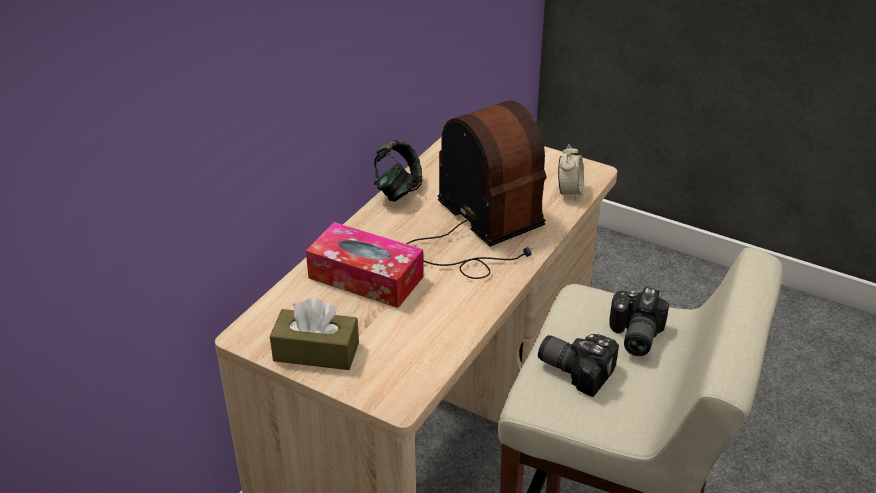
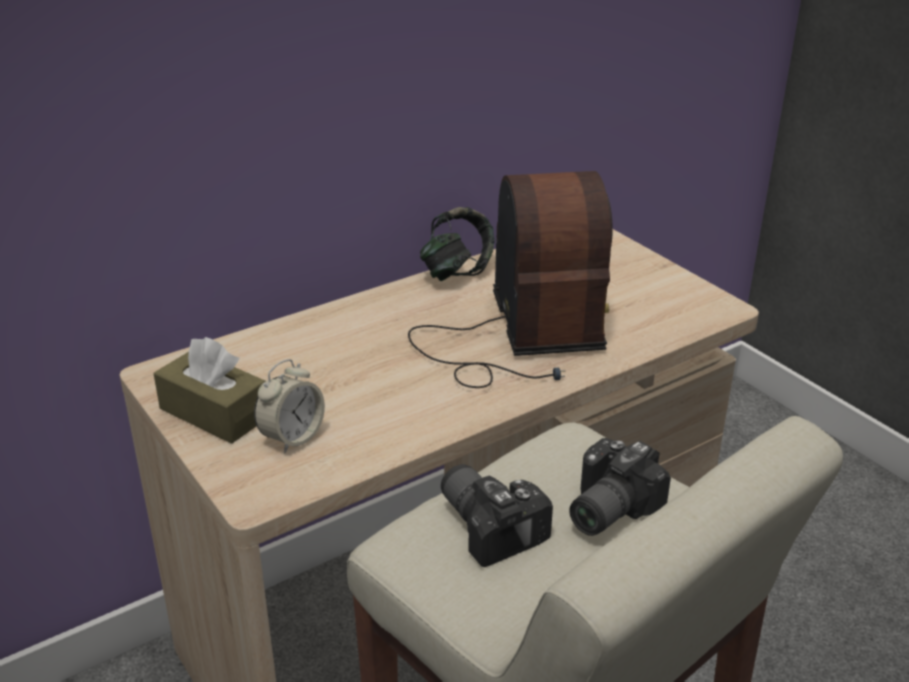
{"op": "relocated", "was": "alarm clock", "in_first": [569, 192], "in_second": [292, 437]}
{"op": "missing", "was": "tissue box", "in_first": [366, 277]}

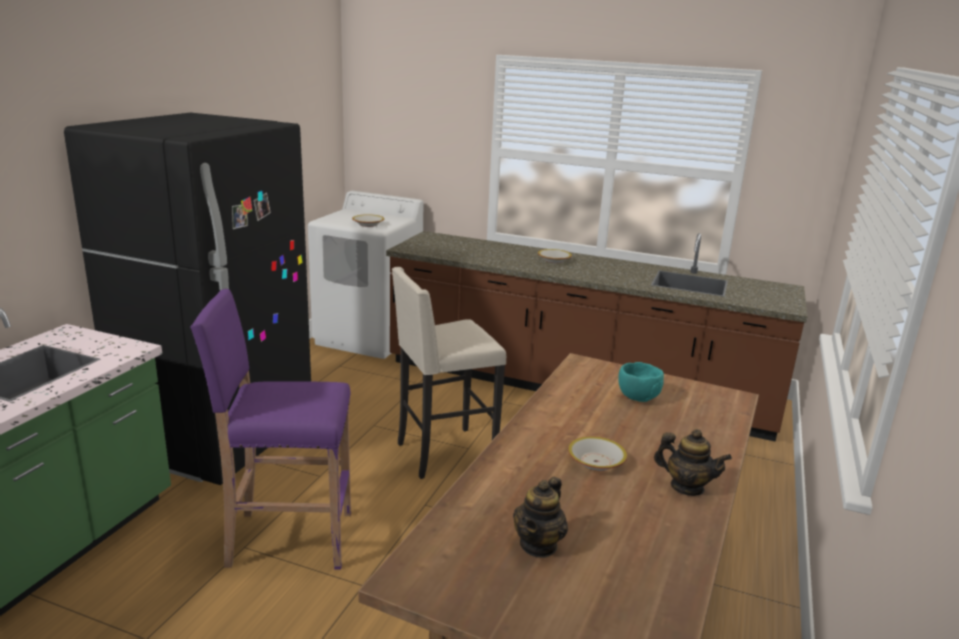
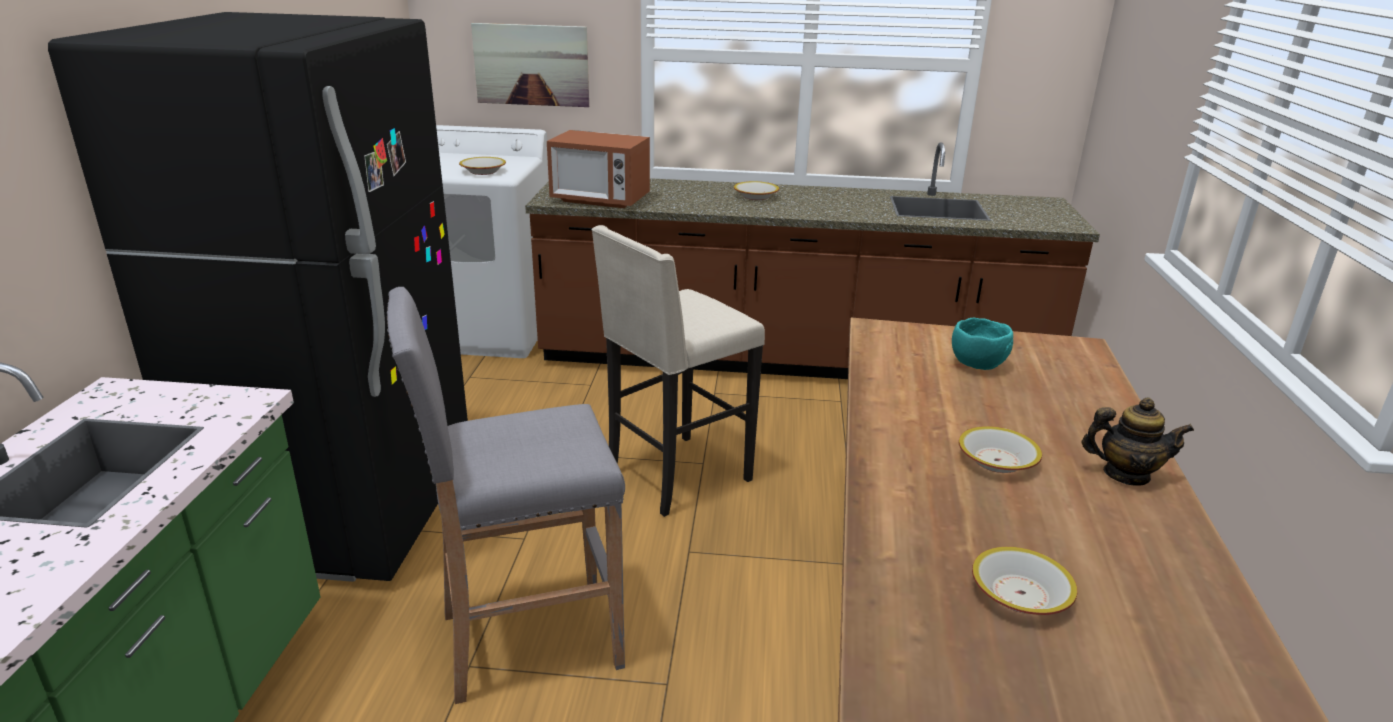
{"op": "colour", "was": "purple stool", "now": "grey stool", "in_first": [287, 539], "in_second": [526, 640]}
{"op": "appeared", "now": "picture", "in_second": [531, 65]}
{"op": "appeared", "now": "microwave", "in_second": [600, 200]}
{"op": "exchanged", "was": "teapot", "now": "bowl", "in_first": [539, 545], "in_second": [1020, 594]}

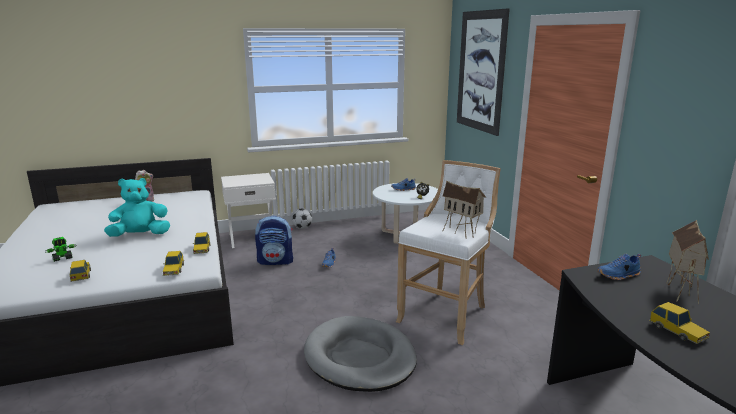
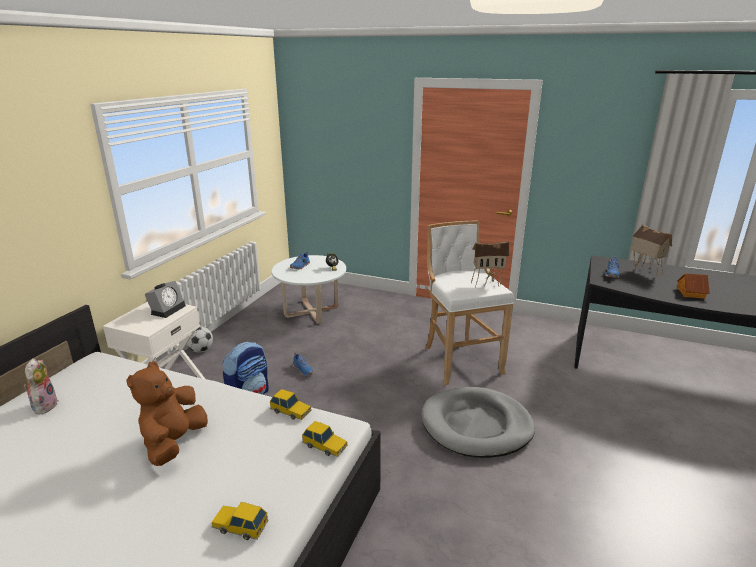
{"op": "colour", "was": "turquoise plush toy", "now": "brown plush toy", "in_first": [140, 235], "in_second": [174, 443]}
{"op": "appeared", "now": "alarm clock", "in_second": [168, 309]}
{"op": "exchanged", "was": "toy car", "now": "toy house", "in_first": [677, 331], "in_second": [690, 293]}
{"op": "missing", "was": "toy robot", "in_first": [63, 258]}
{"op": "missing", "was": "picture", "in_first": [480, 71]}

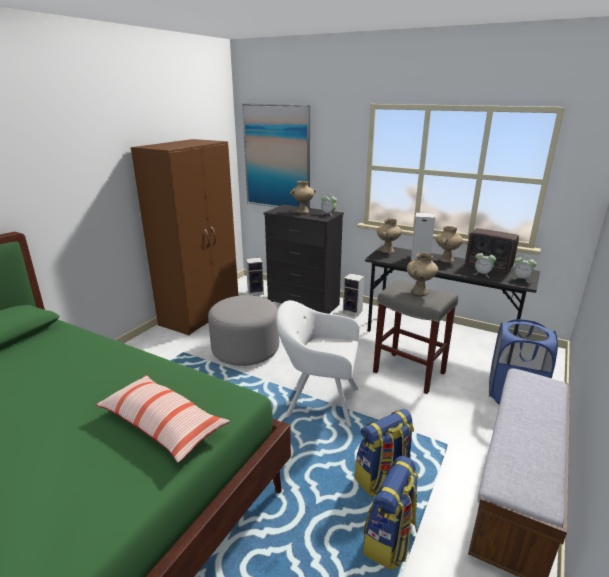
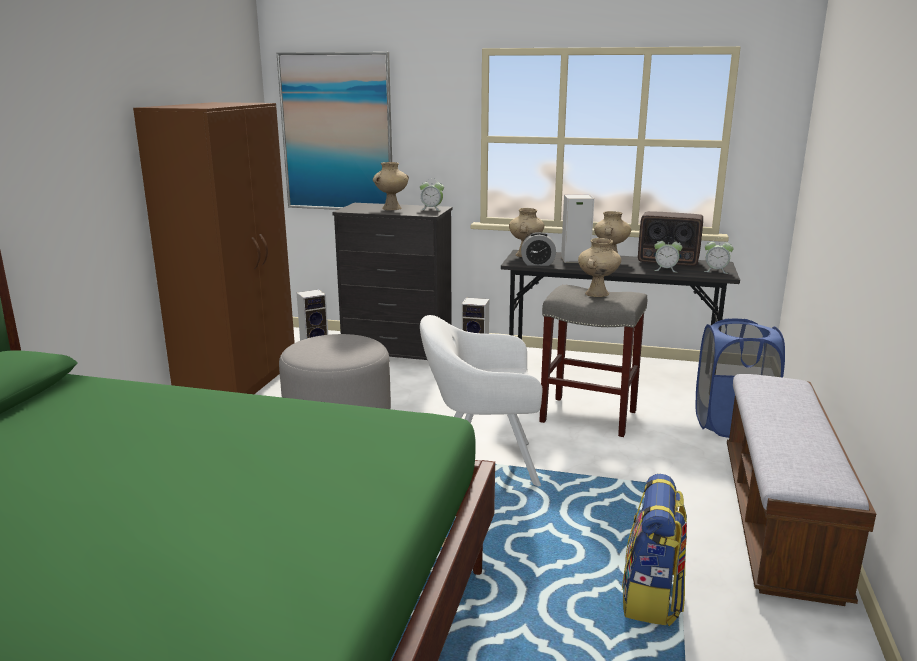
{"op": "appeared", "now": "alarm clock", "in_second": [537, 264]}
{"op": "missing", "was": "pillow", "in_first": [162, 425]}
{"op": "missing", "was": "backpack", "in_first": [382, 479]}

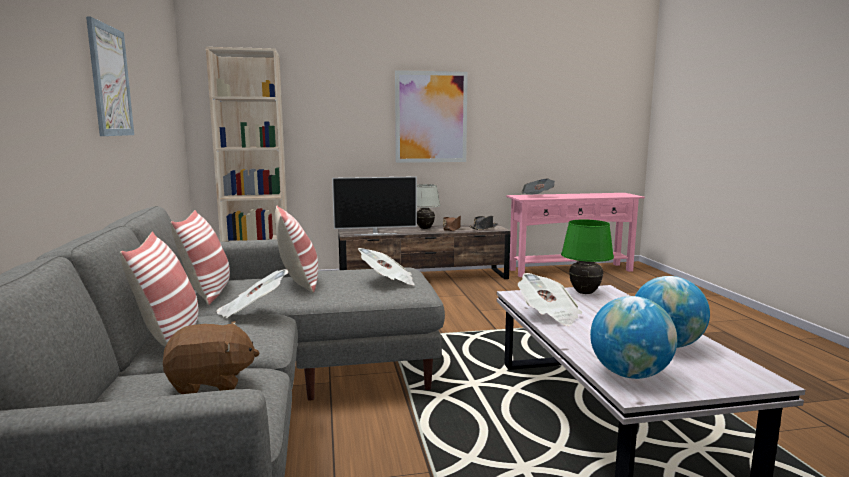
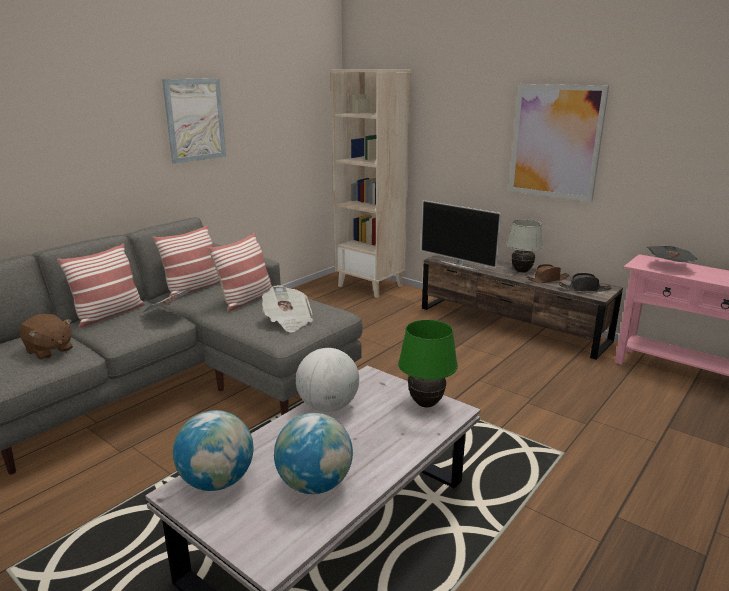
{"op": "exchanged", "was": "newspaper", "now": "globe", "in_first": [549, 315], "in_second": [328, 407]}

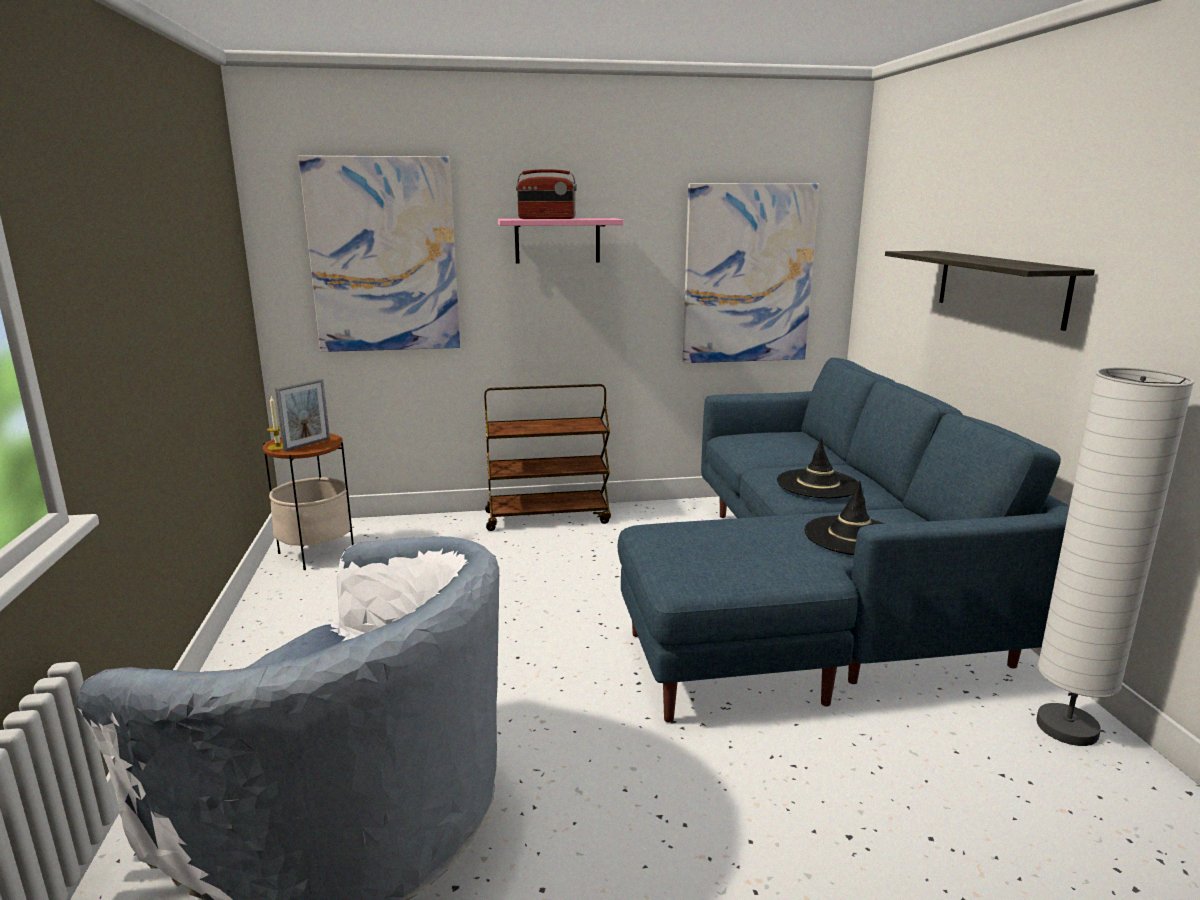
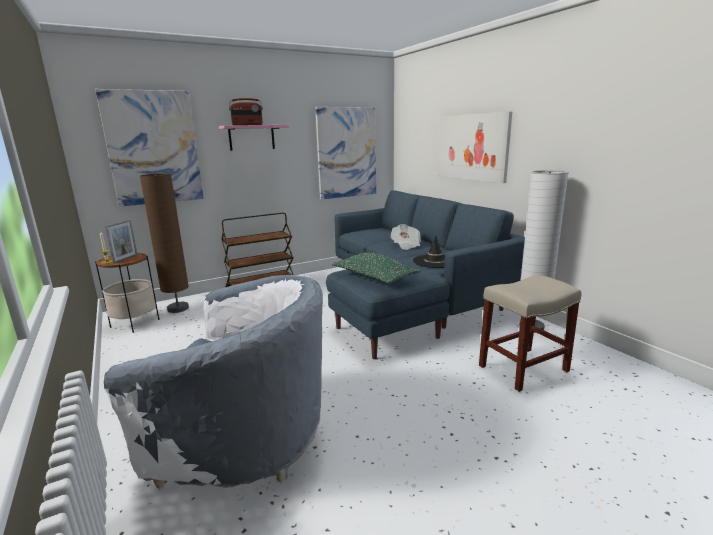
{"op": "appeared", "now": "brown floor lamp", "in_second": [178, 308]}
{"op": "appeared", "now": "green pillow", "in_second": [375, 277]}
{"op": "exchanged", "was": "black hat", "now": "newspaper", "in_first": [818, 484], "in_second": [405, 245]}
{"op": "exchanged", "was": "shelf", "now": "picture", "in_first": [1000, 287], "in_second": [472, 147]}
{"op": "appeared", "now": "beige stool", "in_second": [522, 369]}

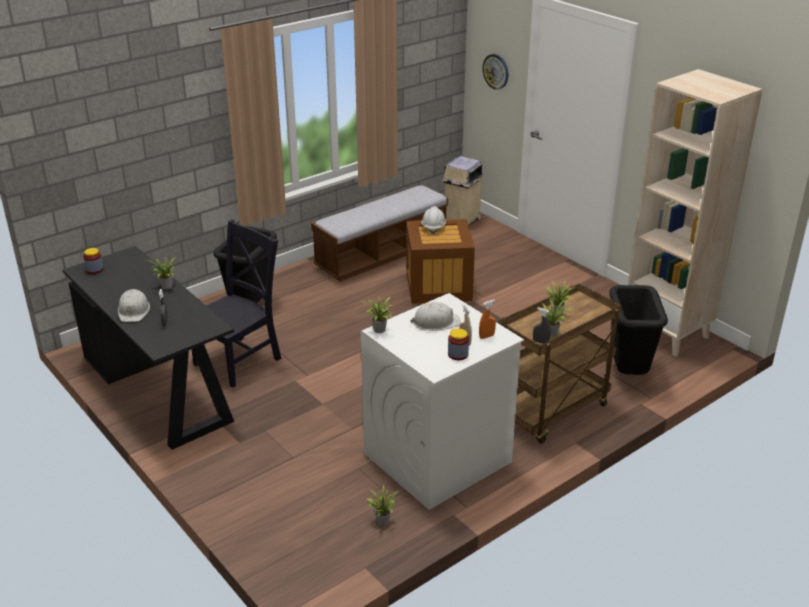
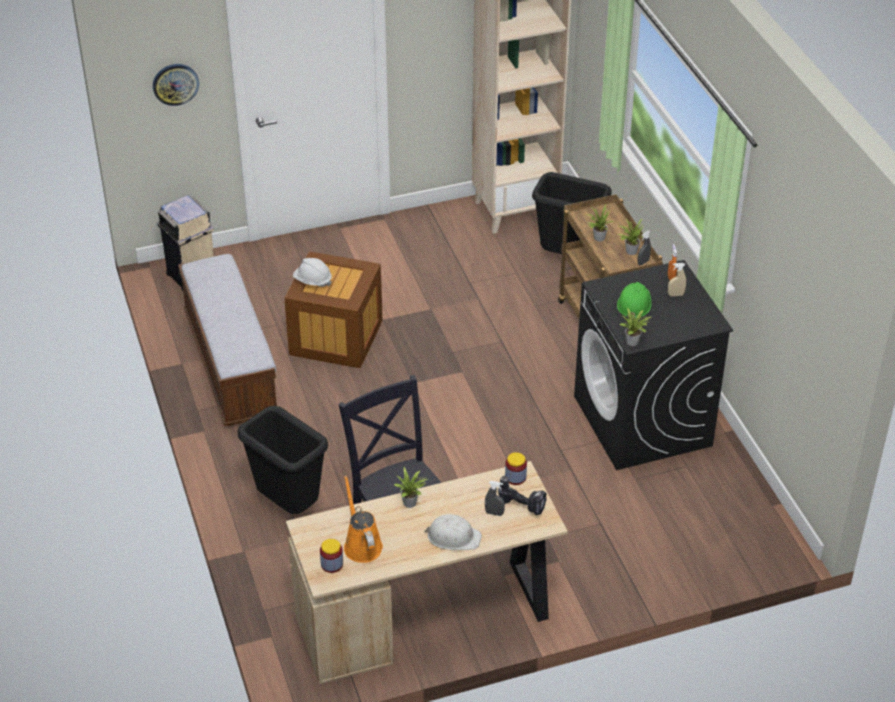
{"op": "colour", "was": "black desk", "now": "beige desk", "in_first": [158, 389], "in_second": [427, 617]}
{"op": "appeared", "now": "orange watering can", "in_second": [361, 544]}
{"op": "appeared", "now": "power drill", "in_second": [523, 505]}
{"op": "relocated", "was": "jar", "in_first": [458, 354], "in_second": [515, 477]}
{"op": "colour", "was": "white washing machine", "now": "black washing machine", "in_first": [437, 458], "in_second": [643, 421]}
{"op": "colour", "was": "white hard hat", "now": "green hard hat", "in_first": [435, 322], "in_second": [634, 303]}
{"op": "missing", "was": "potted plant", "in_first": [382, 520]}

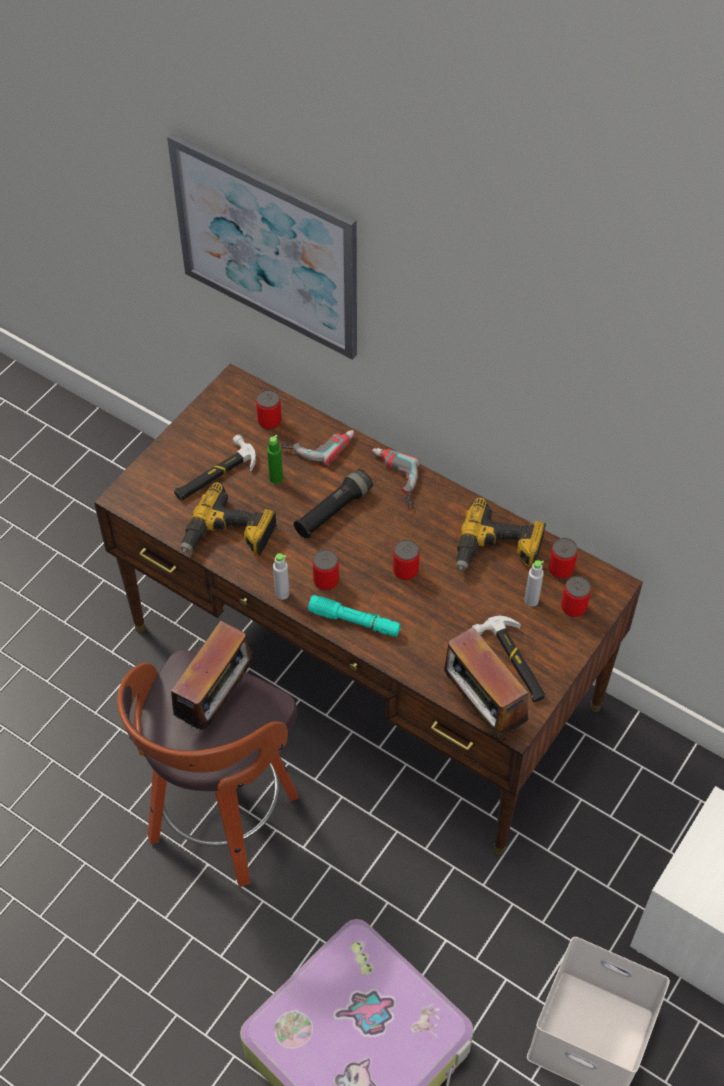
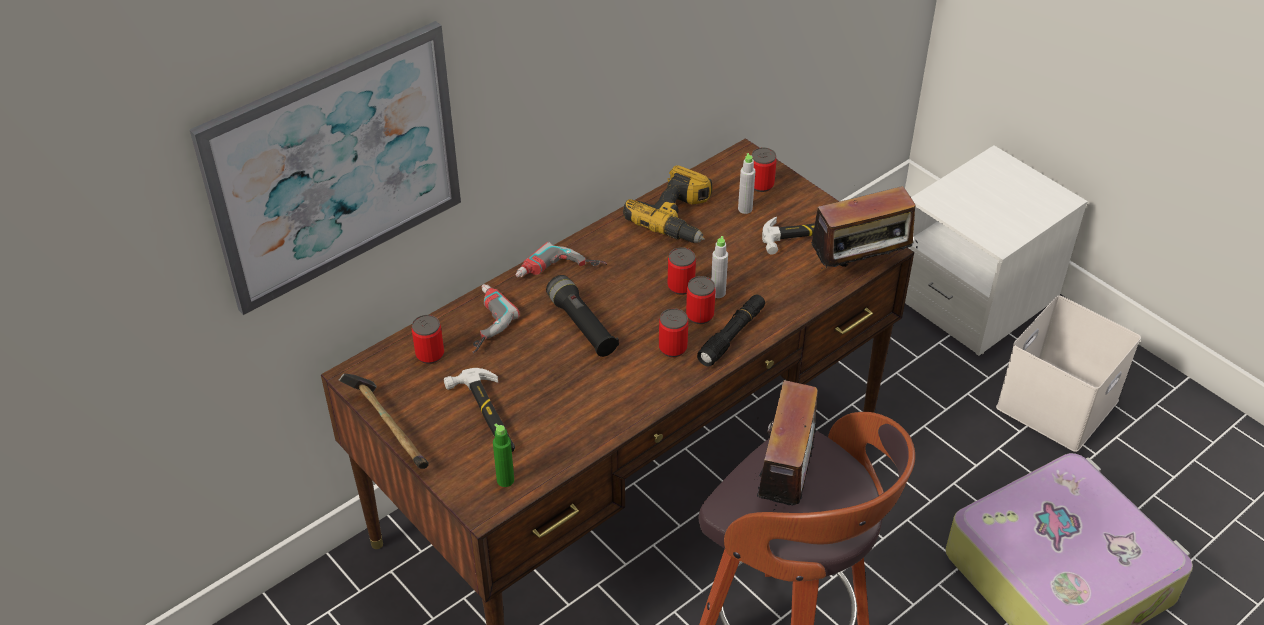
{"op": "appeared", "now": "hammer", "in_second": [389, 429]}
{"op": "relocated", "was": "green bottle", "in_first": [276, 478], "in_second": [505, 480]}
{"op": "relocated", "was": "can", "in_first": [561, 569], "in_second": [700, 315]}
{"op": "colour", "was": "turquoise flashlight", "now": "black flashlight", "in_first": [354, 621], "in_second": [732, 336]}
{"op": "relocated", "was": "grey bottle", "in_first": [282, 593], "in_second": [718, 293]}
{"op": "spun", "was": "radio", "in_first": [217, 700], "in_second": [786, 480], "clockwise": 60}
{"op": "missing", "was": "power drill", "in_first": [229, 536]}

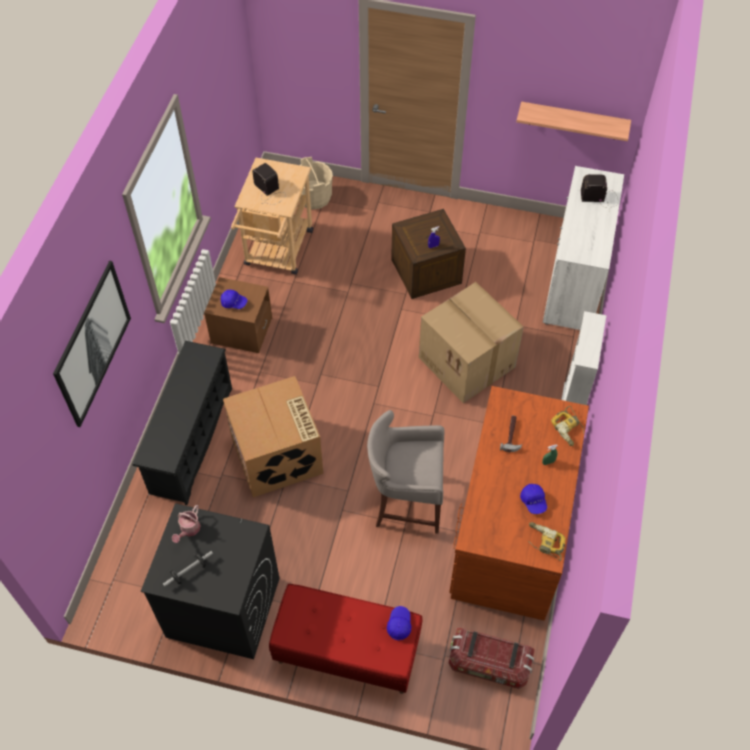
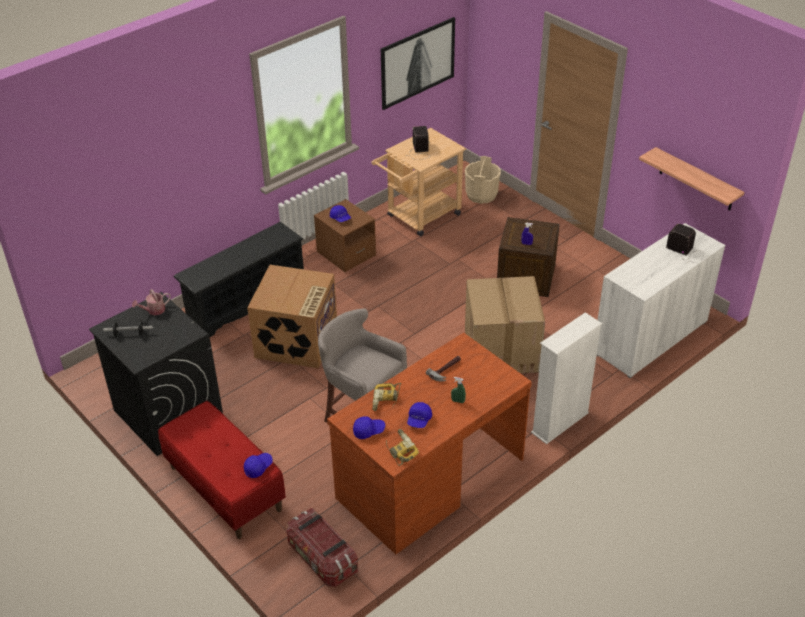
{"op": "appeared", "now": "blue cap", "in_second": [368, 431]}
{"op": "relocated", "was": "power drill", "in_first": [568, 428], "in_second": [386, 400]}
{"op": "relocated", "was": "picture", "in_first": [93, 343], "in_second": [417, 62]}

